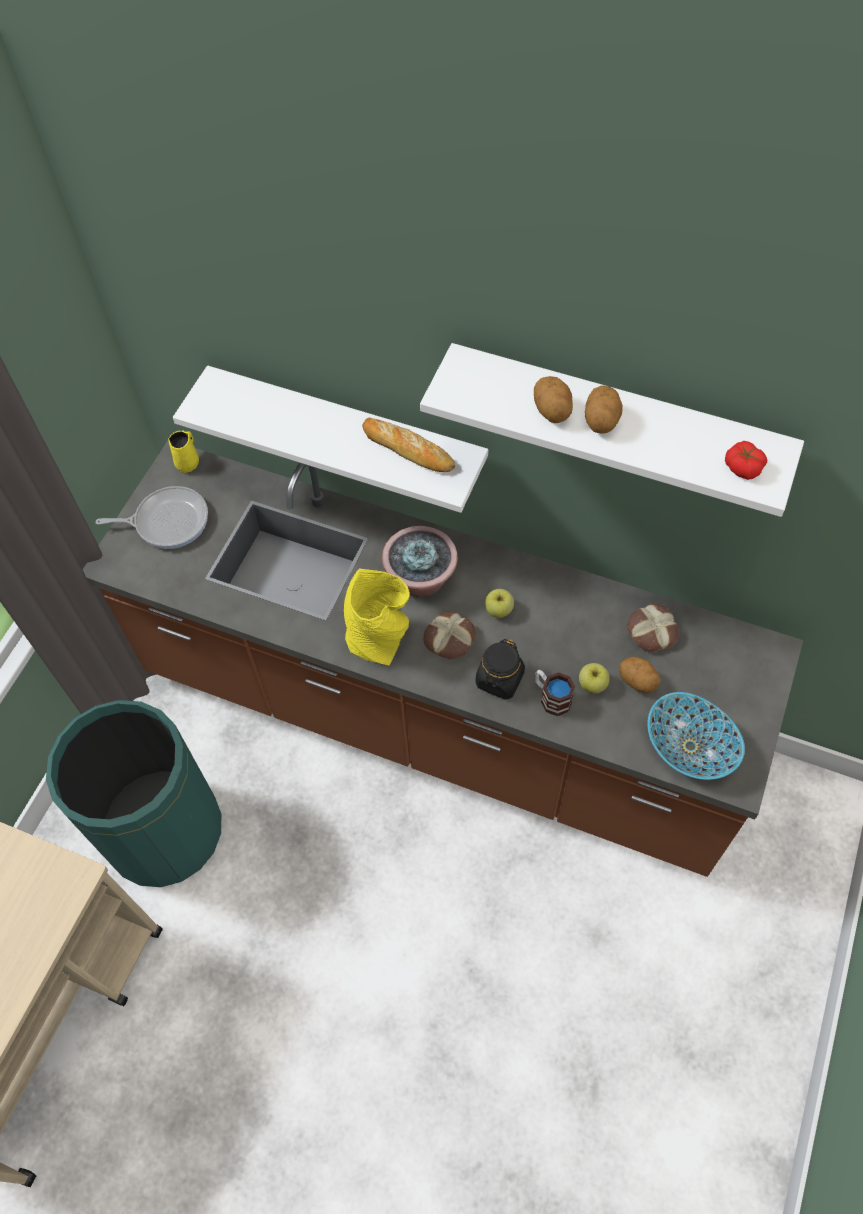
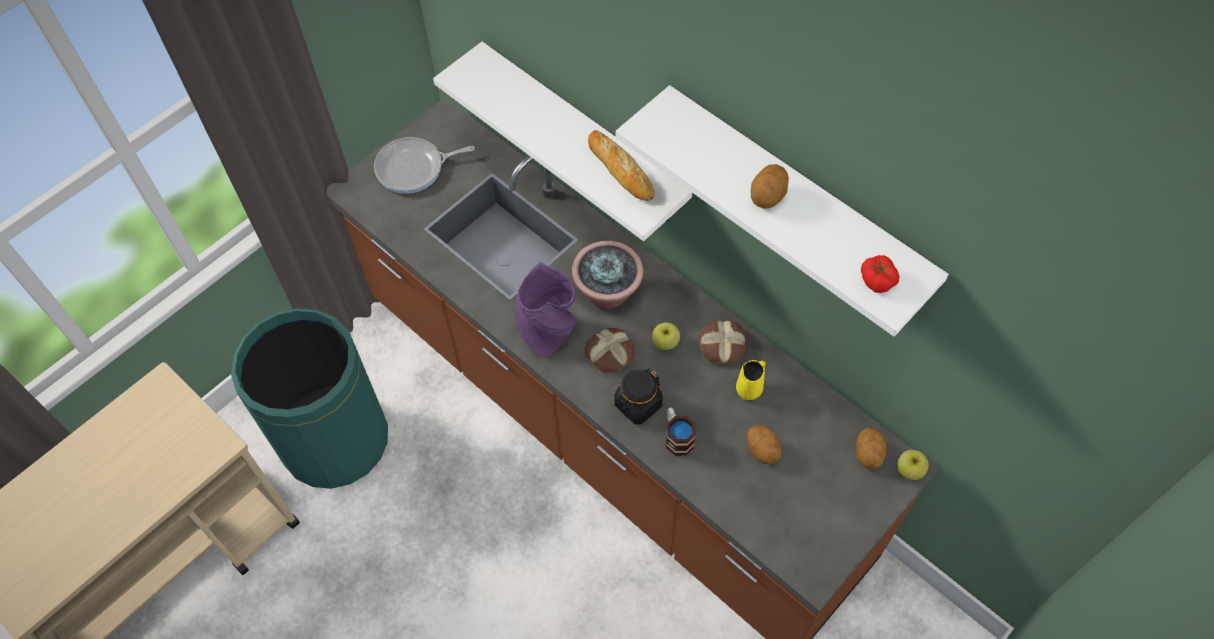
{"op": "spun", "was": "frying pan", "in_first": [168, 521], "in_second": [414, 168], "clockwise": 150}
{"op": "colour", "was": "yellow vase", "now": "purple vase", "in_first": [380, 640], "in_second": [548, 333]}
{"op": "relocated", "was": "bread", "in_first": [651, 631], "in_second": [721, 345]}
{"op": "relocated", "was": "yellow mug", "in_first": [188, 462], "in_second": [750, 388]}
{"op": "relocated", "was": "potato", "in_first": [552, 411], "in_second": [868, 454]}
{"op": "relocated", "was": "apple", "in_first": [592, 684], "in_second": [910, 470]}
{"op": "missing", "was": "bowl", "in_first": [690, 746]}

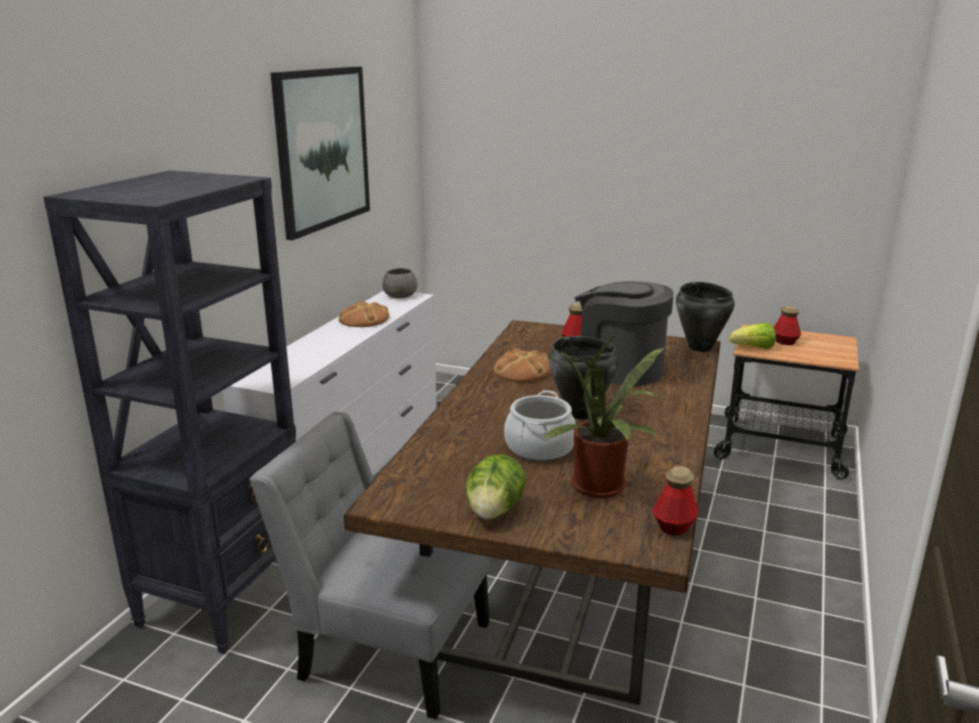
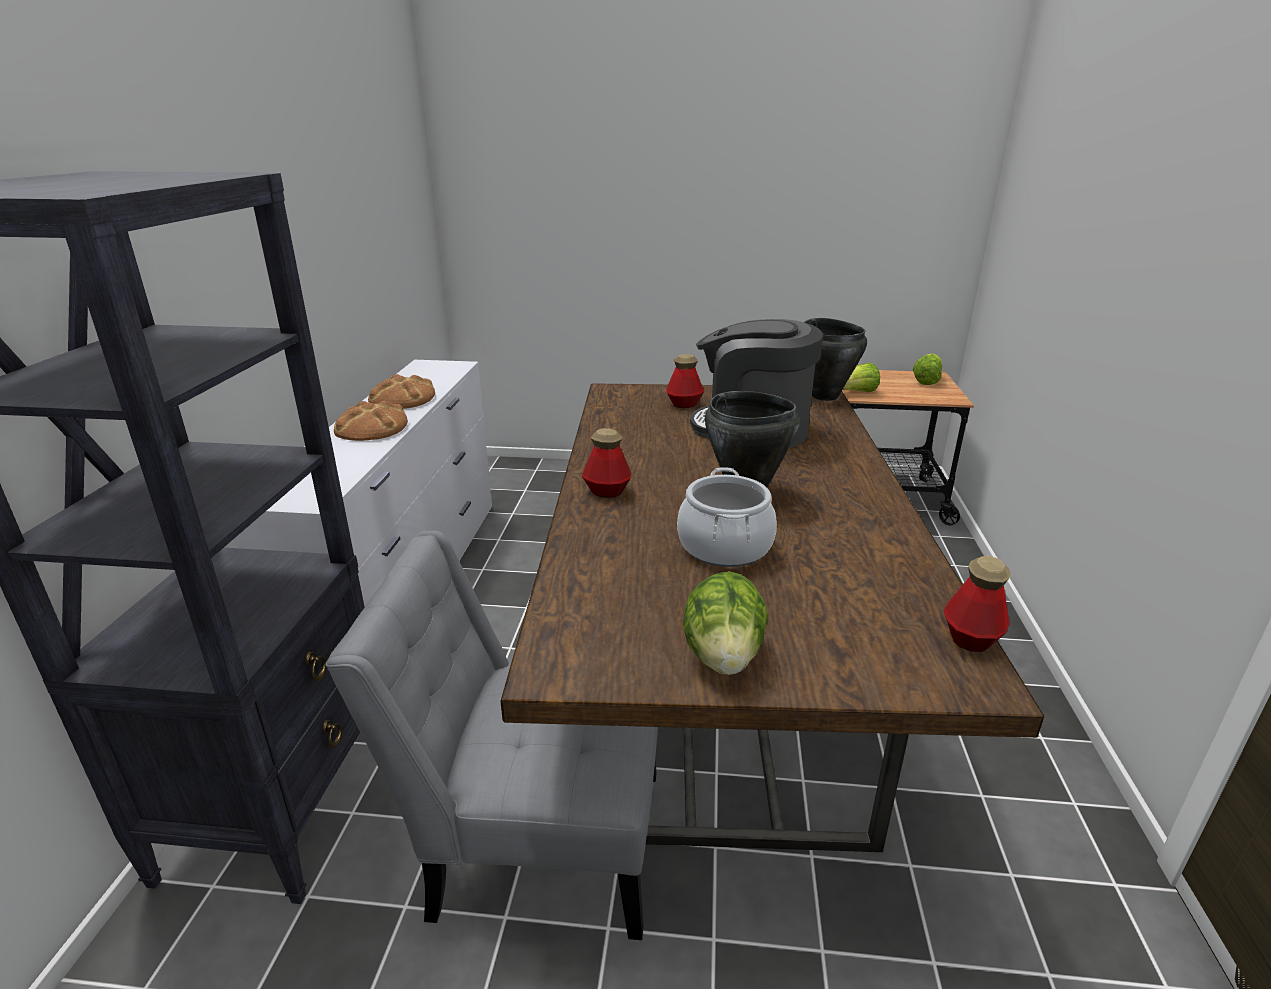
{"op": "relocated", "was": "bread", "in_first": [522, 371], "in_second": [372, 428]}
{"op": "relocated", "was": "bottle", "in_first": [785, 342], "in_second": [607, 491]}
{"op": "appeared", "now": "lettuce", "in_second": [926, 380]}
{"op": "missing", "was": "picture", "in_first": [322, 149]}
{"op": "missing", "was": "grey bowl", "in_first": [399, 296]}
{"op": "missing", "was": "potted plant", "in_first": [602, 489]}

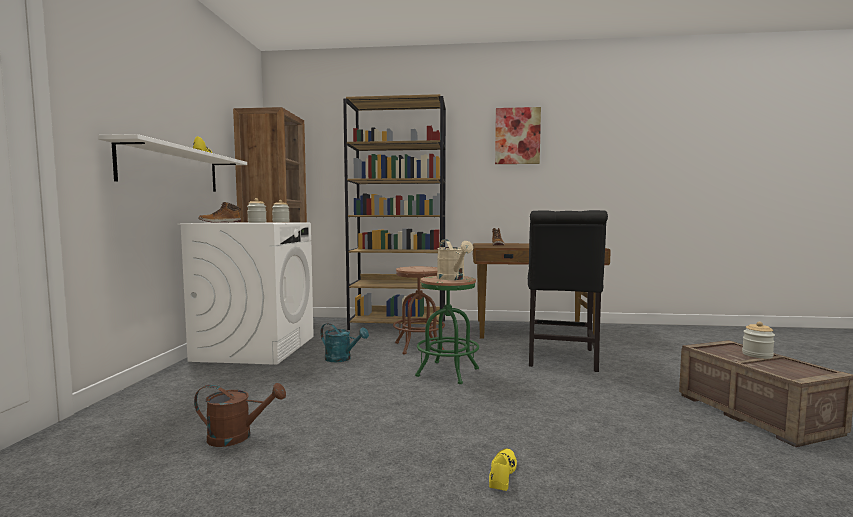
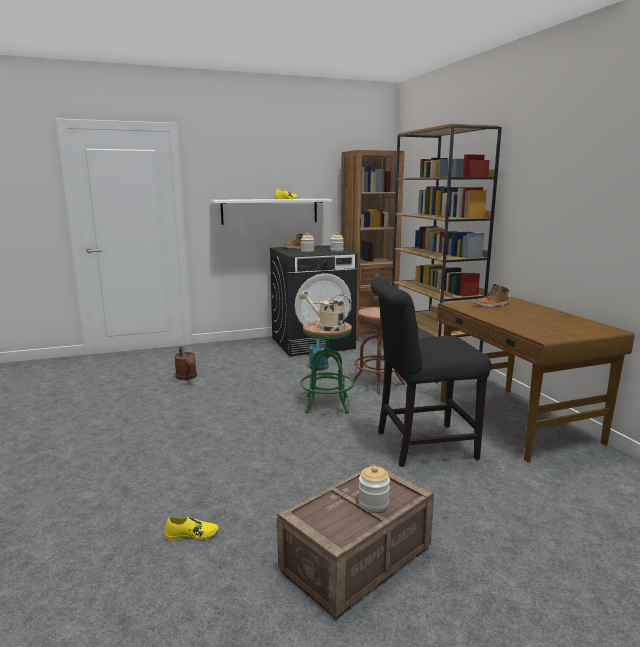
{"op": "relocated", "was": "yellow shoe", "in_first": [502, 474], "in_second": [192, 534]}
{"op": "colour", "was": "white washing machine", "now": "black washing machine", "in_first": [256, 348], "in_second": [313, 343]}
{"op": "spun", "was": "beige watering can", "in_first": [453, 279], "in_second": [327, 327], "clockwise": 75}
{"op": "missing", "was": "picture", "in_first": [517, 136]}

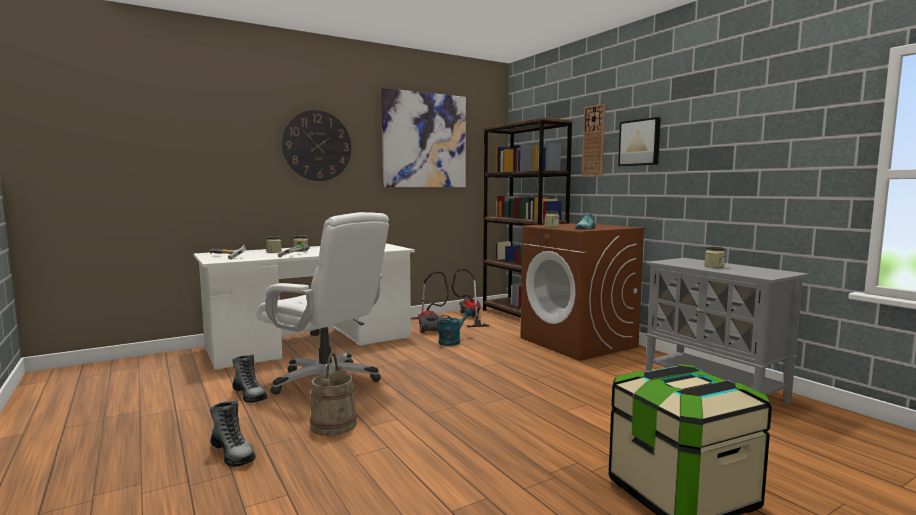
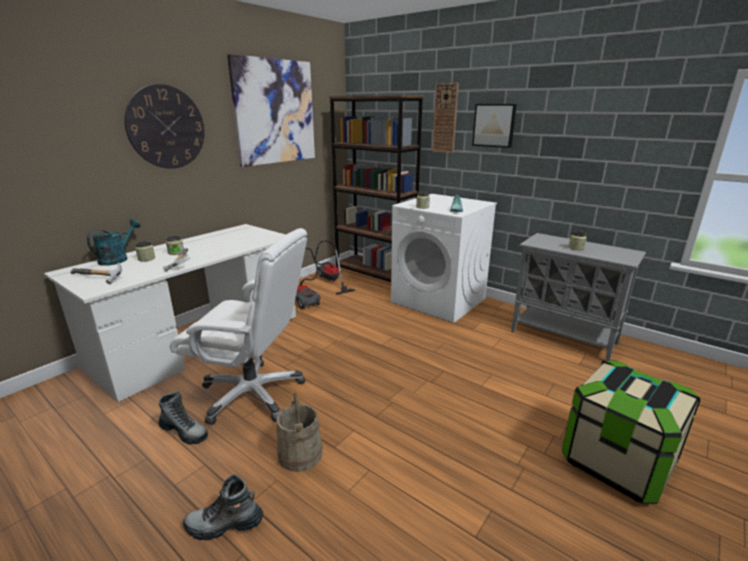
{"op": "relocated", "was": "turquoise watering can", "in_first": [452, 341], "in_second": [117, 259]}
{"op": "spun", "was": "boot", "in_first": [233, 454], "in_second": [224, 525], "clockwise": 150}
{"op": "colour", "was": "brown washing machine", "now": "white washing machine", "in_first": [578, 342], "in_second": [439, 300]}

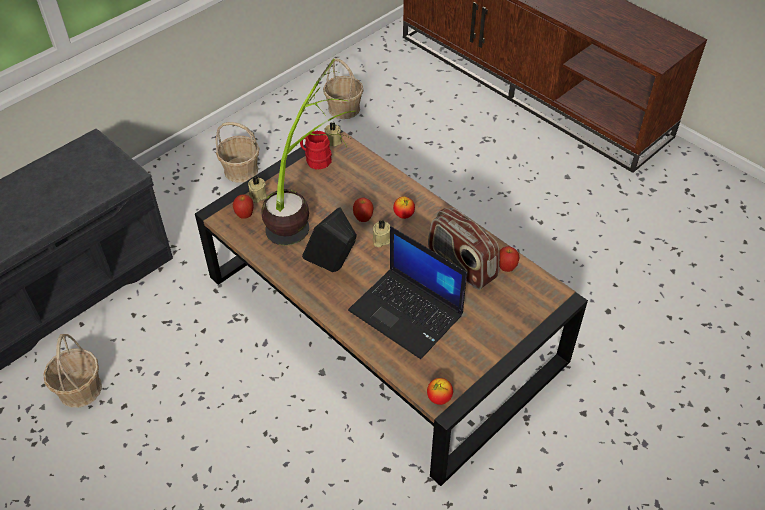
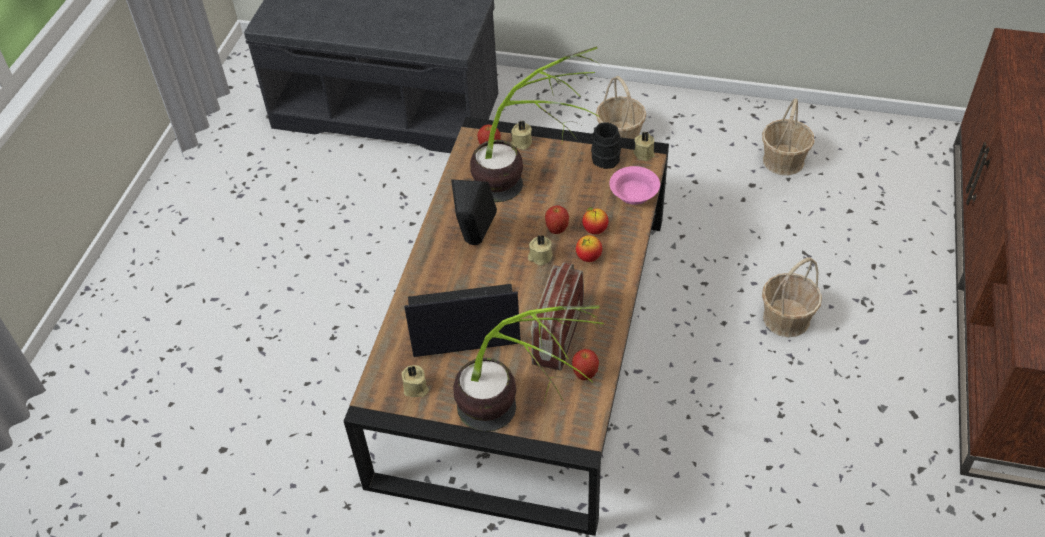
{"op": "appeared", "now": "beige candle", "in_second": [416, 389]}
{"op": "spun", "was": "laptop", "in_first": [407, 313], "in_second": [462, 323], "clockwise": 75}
{"op": "appeared", "now": "potted plant", "in_second": [520, 418]}
{"op": "relocated", "was": "apple", "in_first": [439, 398], "in_second": [595, 230]}
{"op": "colour", "was": "red mug", "now": "black mug", "in_first": [315, 160], "in_second": [605, 156]}
{"op": "appeared", "now": "pink bowl", "in_second": [633, 193]}
{"op": "relocated", "was": "basket", "in_first": [79, 389], "in_second": [786, 318]}

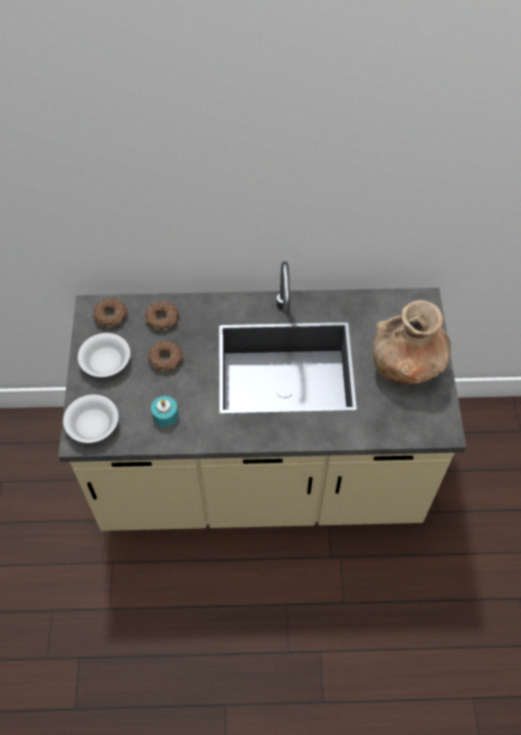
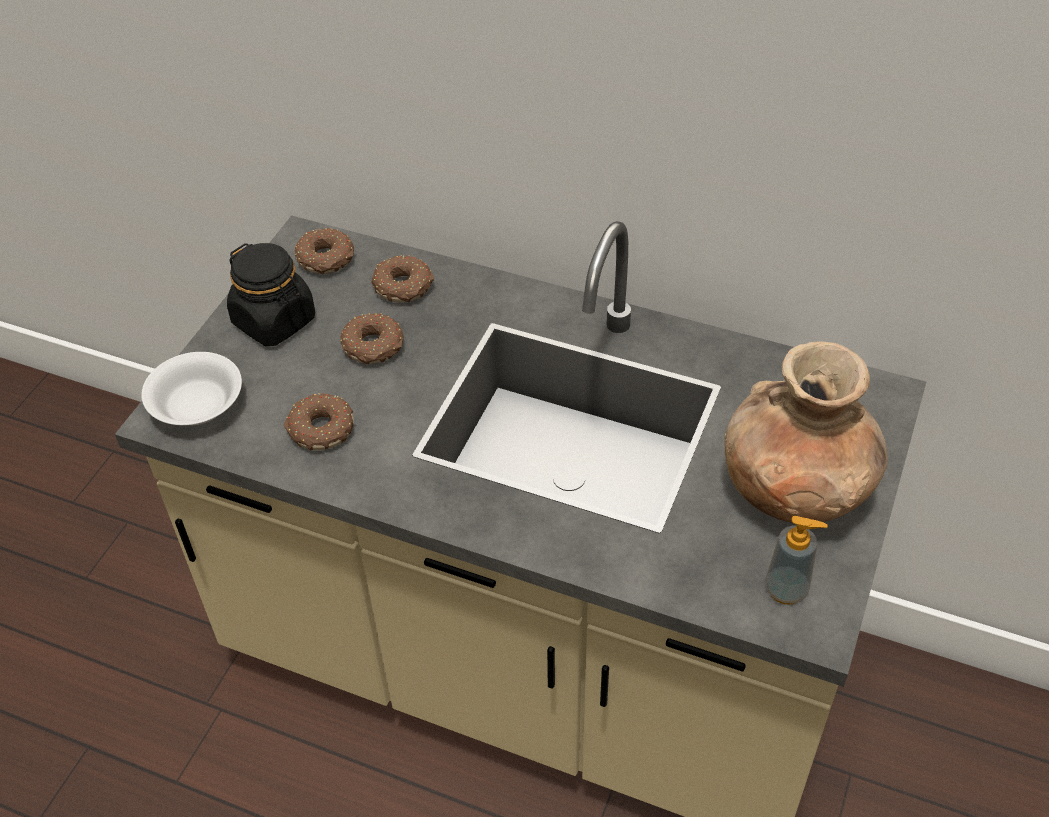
{"op": "exchanged", "was": "white bowl", "now": "black jar", "in_first": [105, 362], "in_second": [275, 321]}
{"op": "exchanged", "was": "turquoise candle", "now": "donut", "in_first": [165, 415], "in_second": [320, 429]}
{"op": "appeared", "now": "soap dispenser", "in_second": [786, 589]}

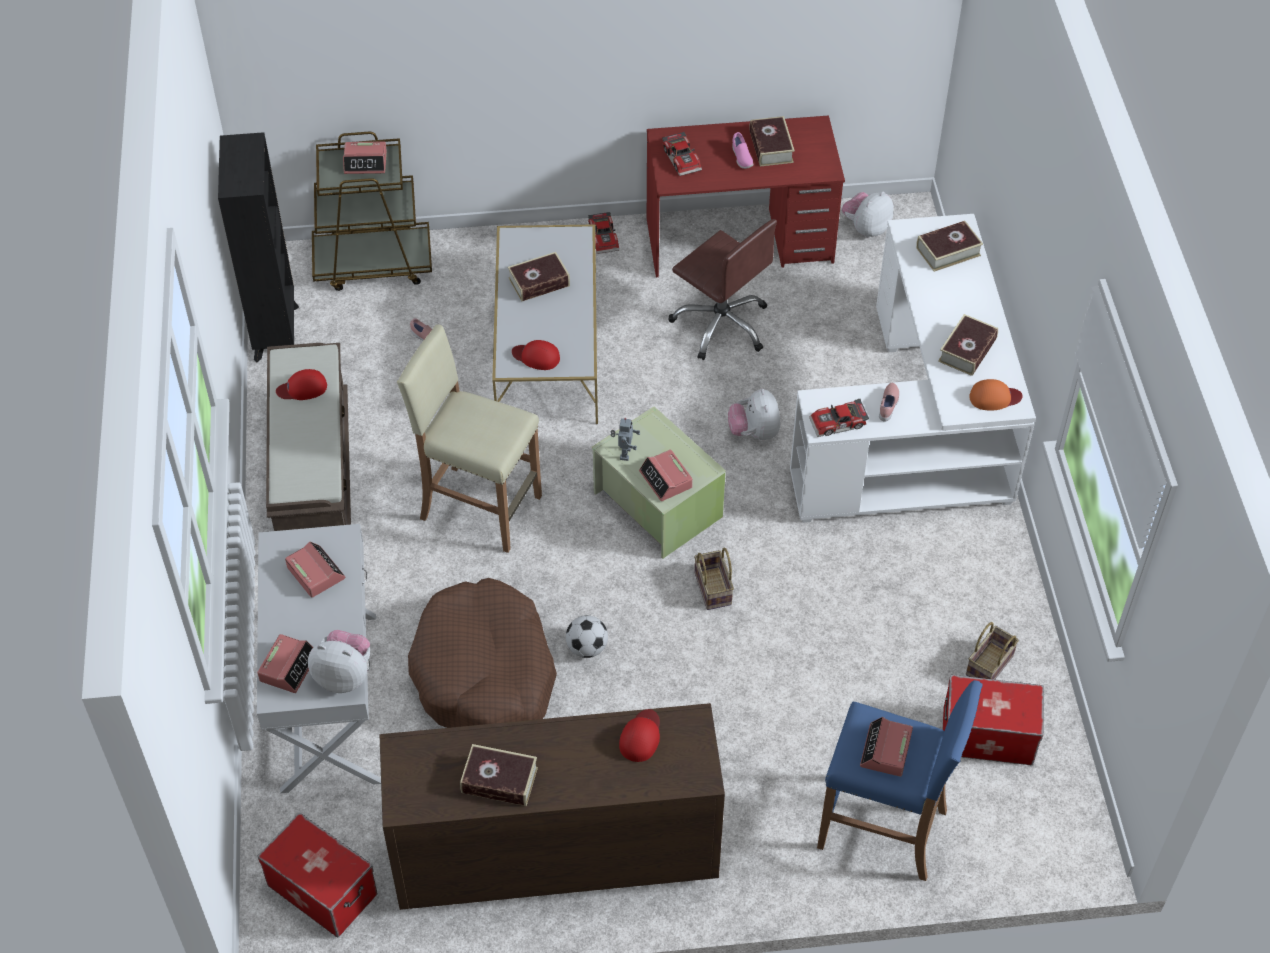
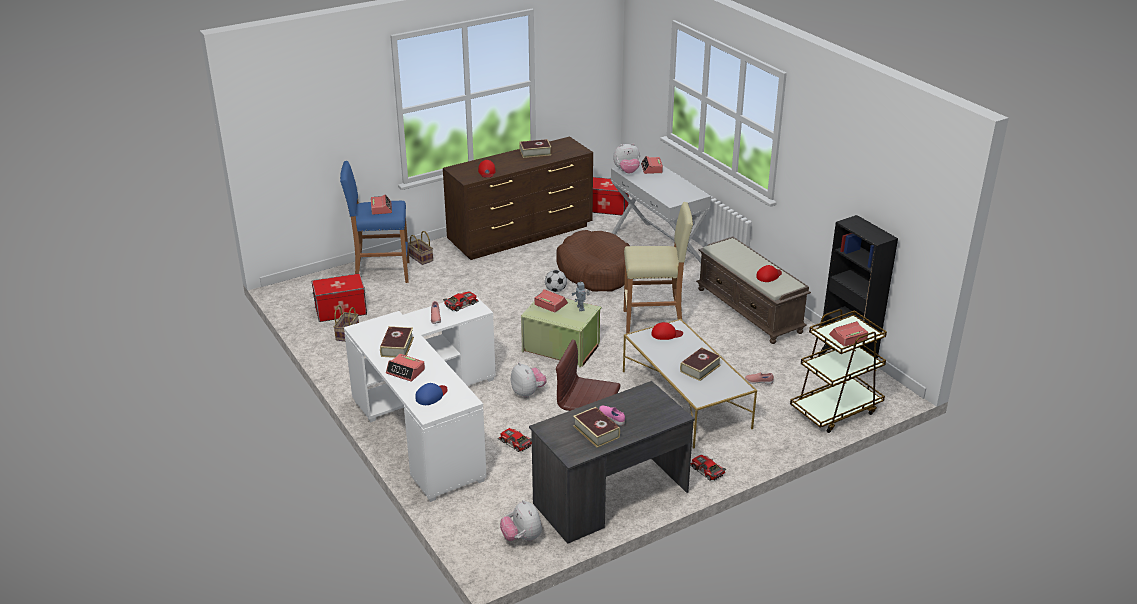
{"op": "relocated", "was": "alarm clock", "in_first": [315, 572], "in_second": [406, 371]}
{"op": "relocated", "was": "basket", "in_first": [714, 589], "in_second": [420, 258]}
{"op": "exchanged", "was": "book", "now": "blue cap", "in_first": [948, 251], "in_second": [431, 395]}
{"op": "relocated", "was": "toy car", "in_first": [683, 158], "in_second": [515, 443]}
{"op": "spun", "was": "plush toy", "in_first": [866, 228], "in_second": [522, 537], "clockwise": 135}
{"op": "colour", "was": "red desk", "now": "grey desk", "in_first": [739, 241], "in_second": [610, 498]}
{"op": "missing", "was": "orange cap", "in_first": [994, 397]}

